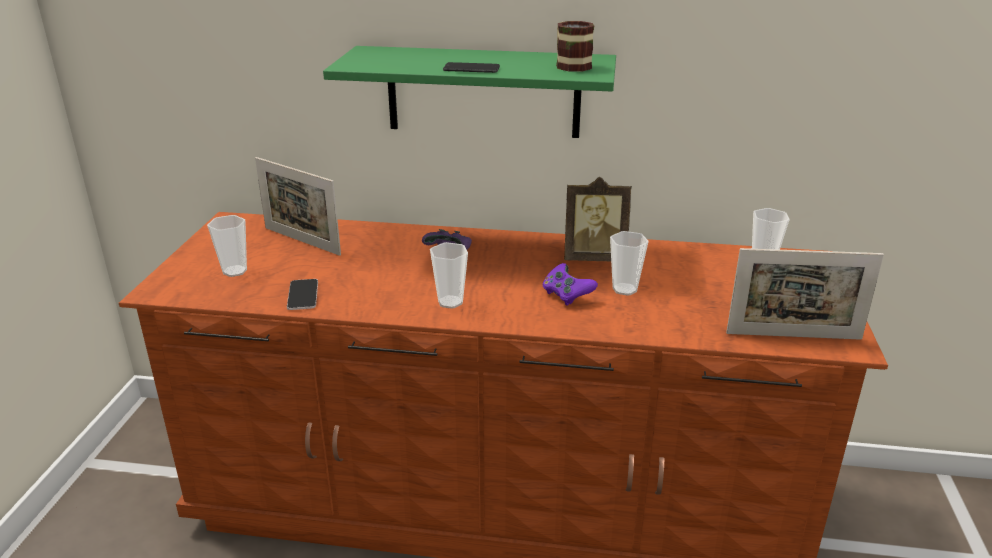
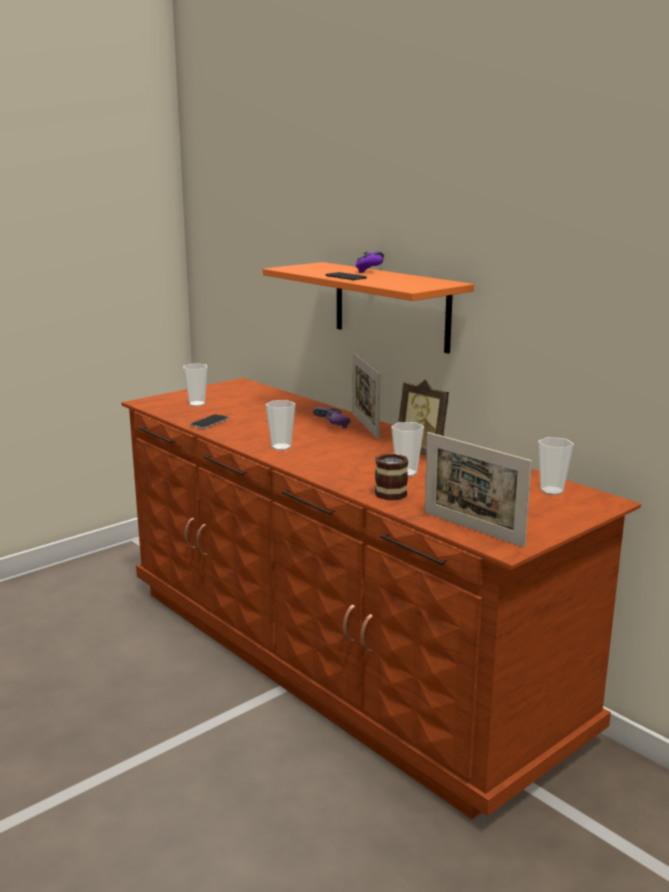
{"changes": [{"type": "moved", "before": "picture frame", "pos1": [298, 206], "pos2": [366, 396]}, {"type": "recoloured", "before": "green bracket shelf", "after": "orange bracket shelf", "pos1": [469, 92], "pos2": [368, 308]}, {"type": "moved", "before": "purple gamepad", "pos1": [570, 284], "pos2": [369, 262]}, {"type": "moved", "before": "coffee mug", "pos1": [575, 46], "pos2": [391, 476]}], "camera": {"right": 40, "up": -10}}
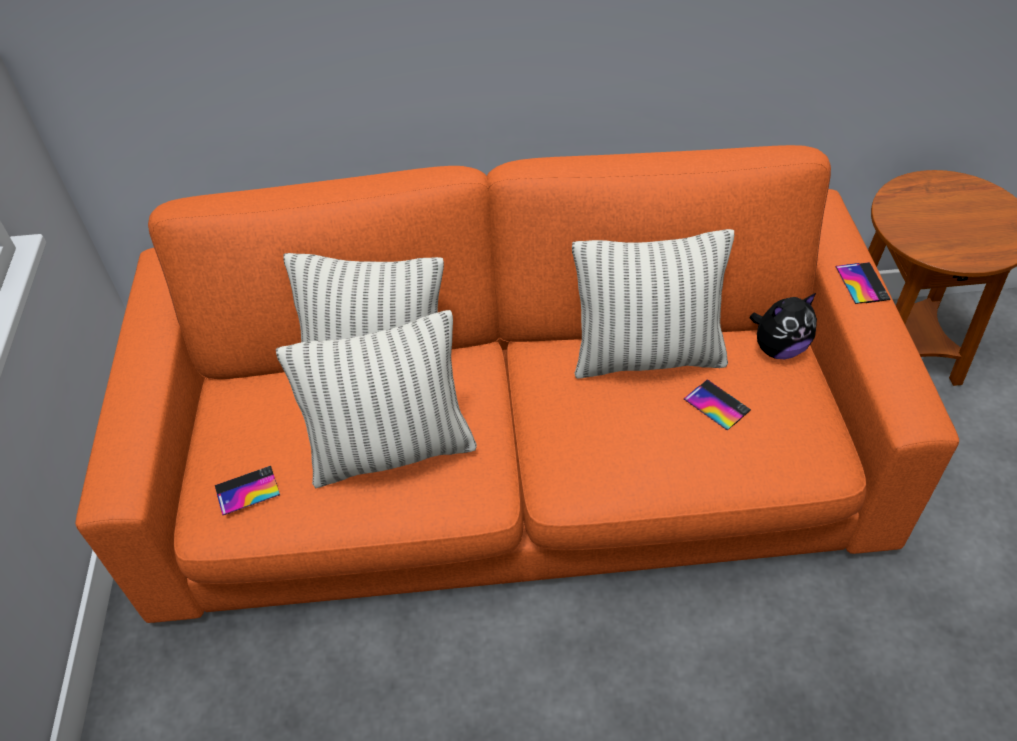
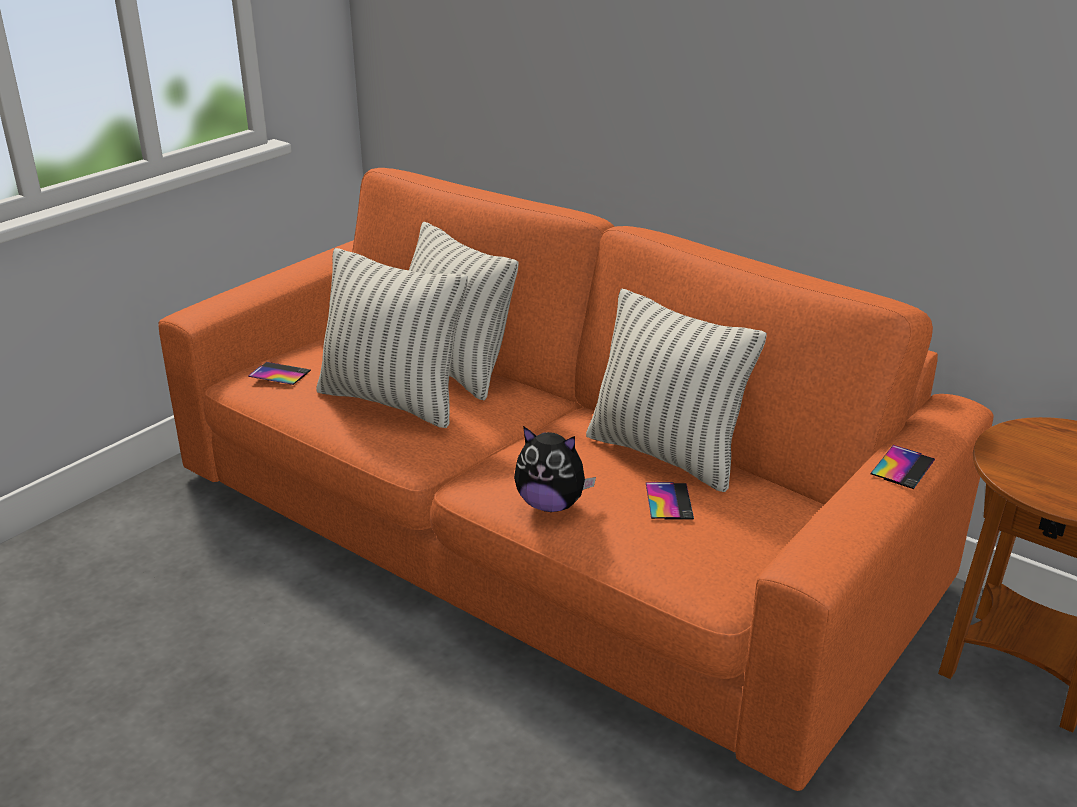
{"changes": [{"type": "moved", "before": "plush toy", "pos1": [783, 326], "pos2": [555, 469]}], "camera": {"right": 40, "up": -20}}
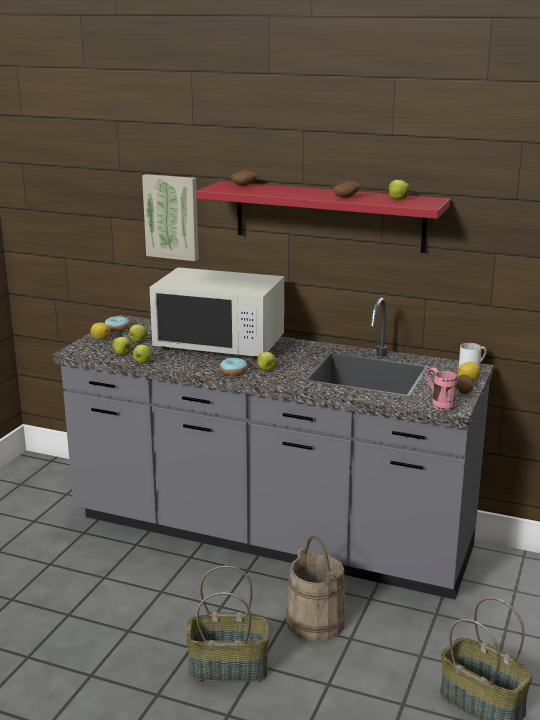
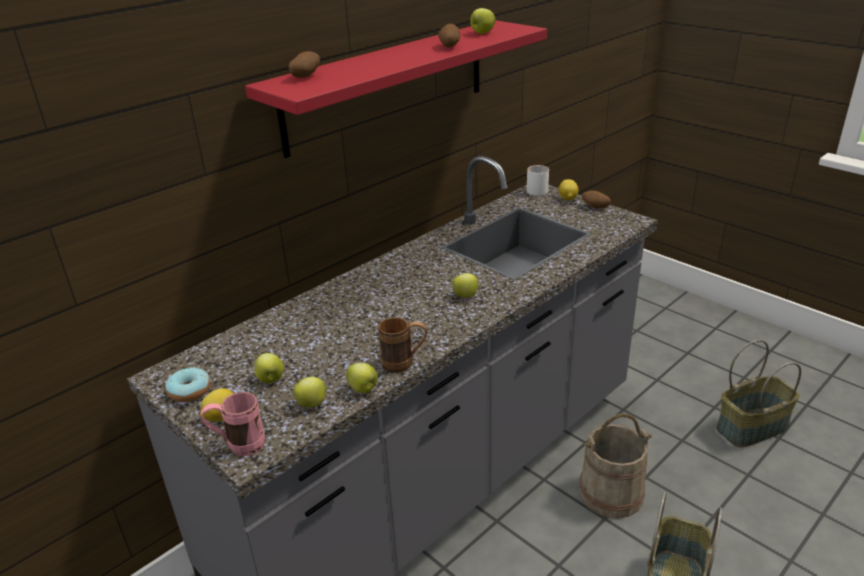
{"changes": [{"type": "removed", "before": "picture", "pos1": [170, 217]}, {"type": "removed", "before": "whitish microwave", "pos1": [216, 313]}, {"type": "removed", "before": "ring doughnut", "pos1": [234, 366]}, {"type": "moved", "before": "pinkish coffee mug", "pos1": [441, 389], "pos2": [233, 424]}, {"type": "added", "after": "brown coffee mug", "pos2": [402, 345]}], "camera": {"right": -65, "up": 10}}
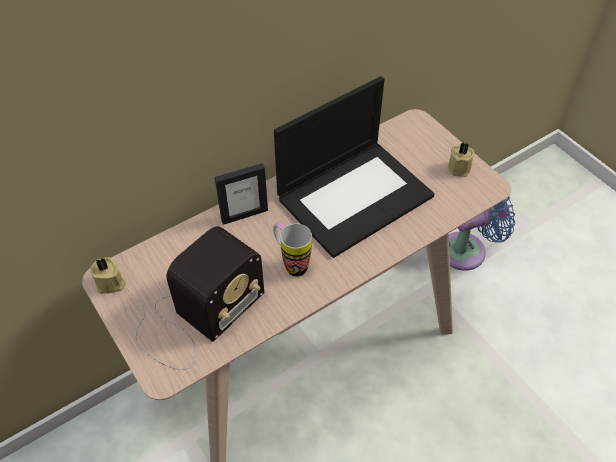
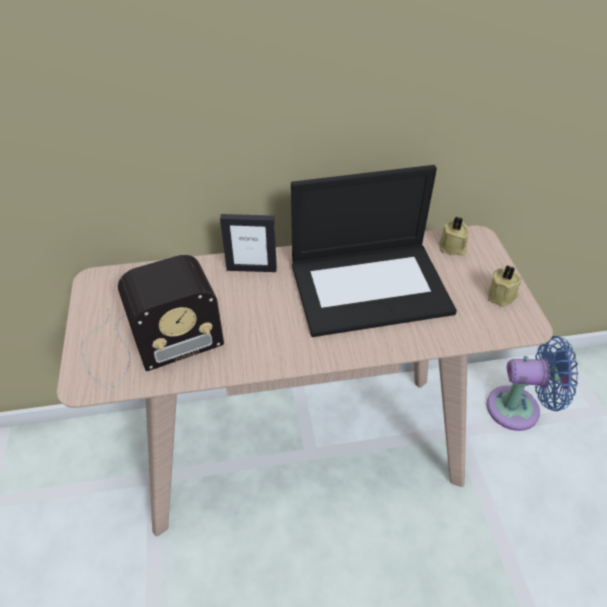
{"changes": [{"type": "moved", "before": "beige-coloured wax light", "pos1": [108, 275], "pos2": [454, 236]}, {"type": "removed", "before": "coffee mug", "pos1": [292, 250]}], "camera": {"right": 25, "up": -5}}
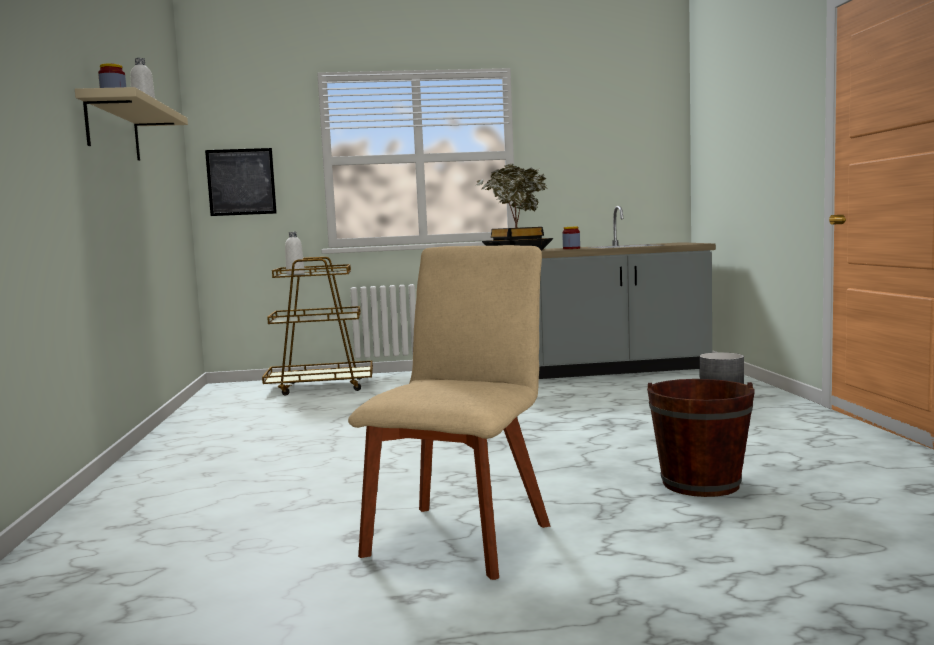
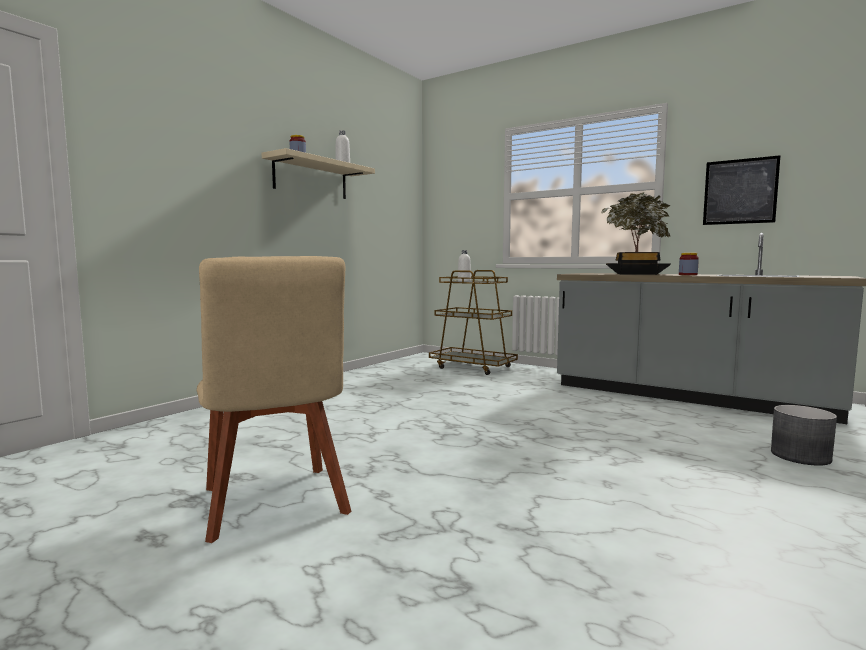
{"changes": [{"type": "moved", "before": "picture", "pos1": [241, 182], "pos2": [742, 190]}, {"type": "turned", "before": "beige-coloured upright chair", "pos1": [449, 412], "pos2": [274, 399], "turn": 90}, {"type": "removed", "before": "brown bucket", "pos1": [701, 438]}], "camera": {"right": 40, "up": 0}}
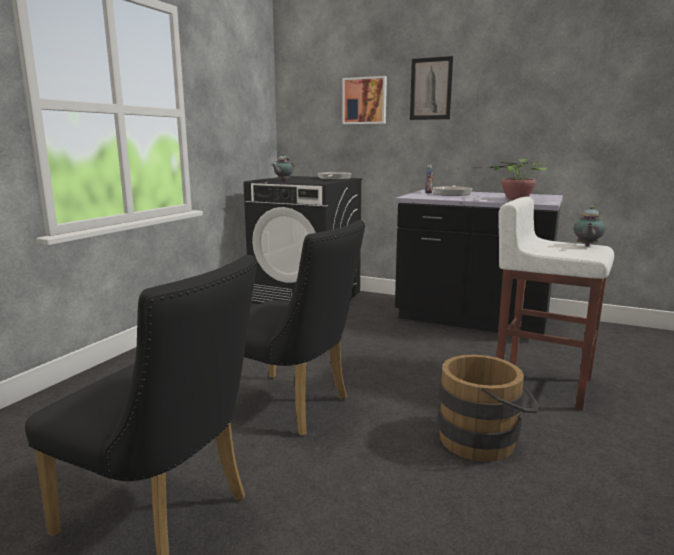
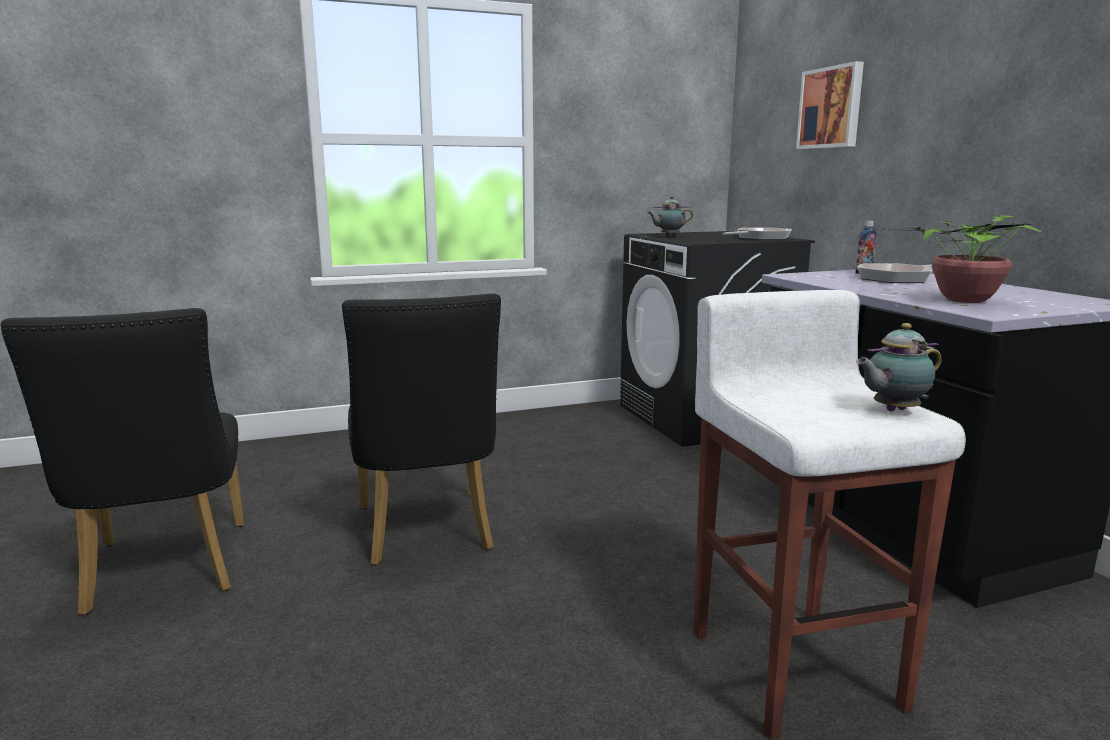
{"changes": [{"type": "removed", "before": "picture", "pos1": [431, 88]}, {"type": "removed", "before": "brown bucket", "pos1": [487, 408]}], "camera": {"right": 45, "up": 0}}
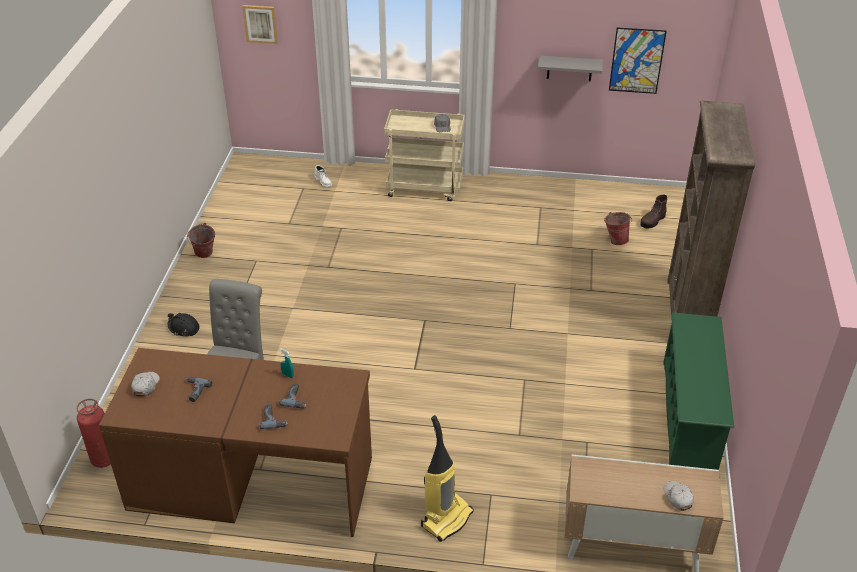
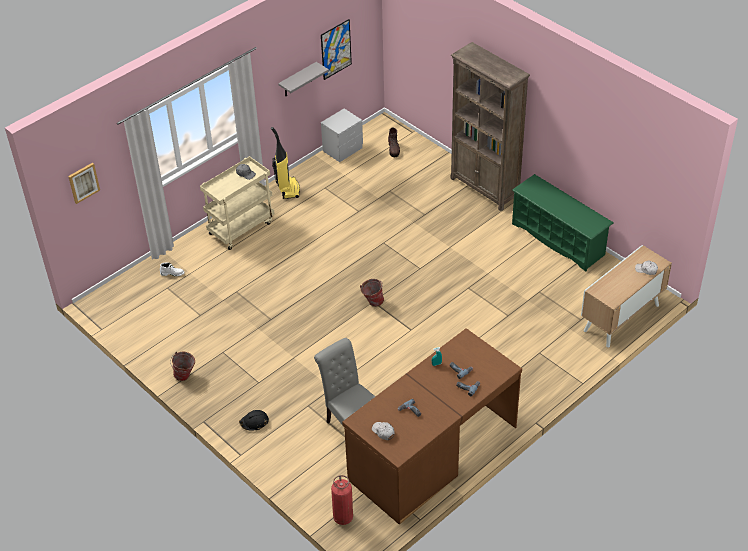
{"changes": [{"type": "moved", "before": "hoover", "pos1": [447, 478], "pos2": [285, 163]}, {"type": "moved", "before": "bucket", "pos1": [618, 228], "pos2": [372, 293]}, {"type": "added", "after": "grey night table", "pos2": [342, 135]}], "camera": {"right": -50, "up": 5}}
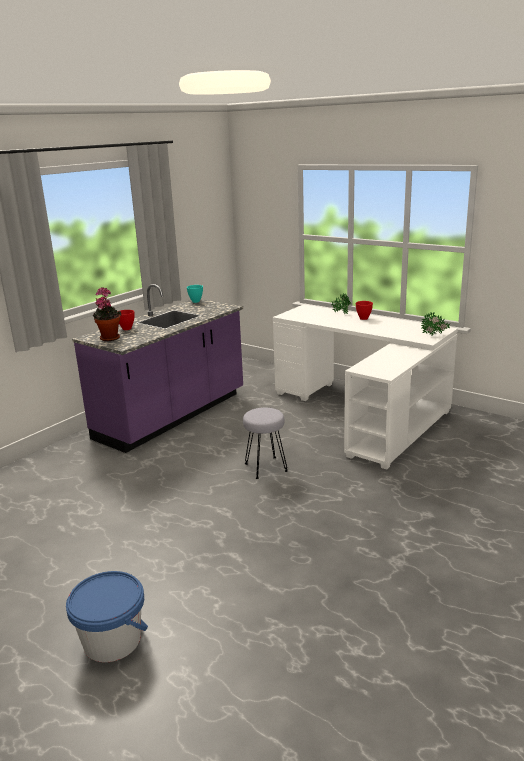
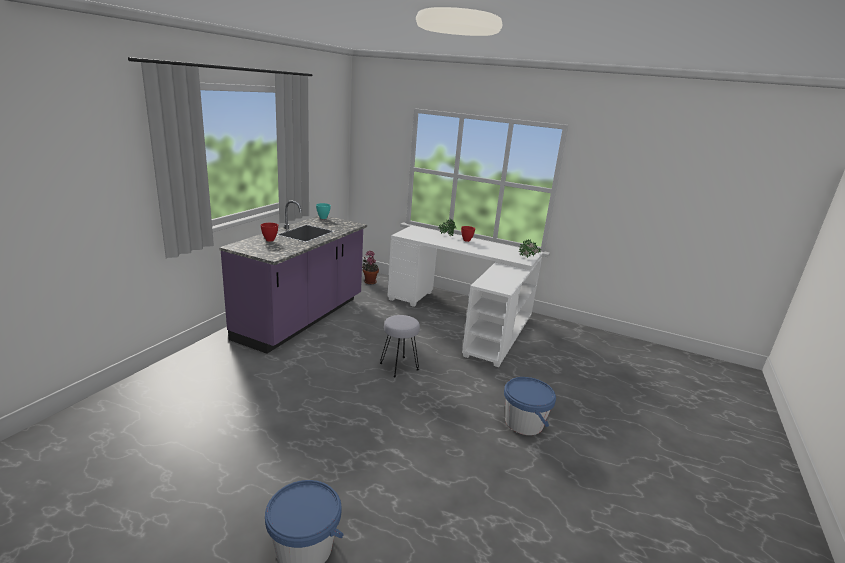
{"changes": [{"type": "moved", "before": "houseplant", "pos1": [107, 314], "pos2": [370, 268]}, {"type": "added", "after": "bluish bucket", "pos2": [530, 406]}], "camera": {"right": -15, "up": 0}}
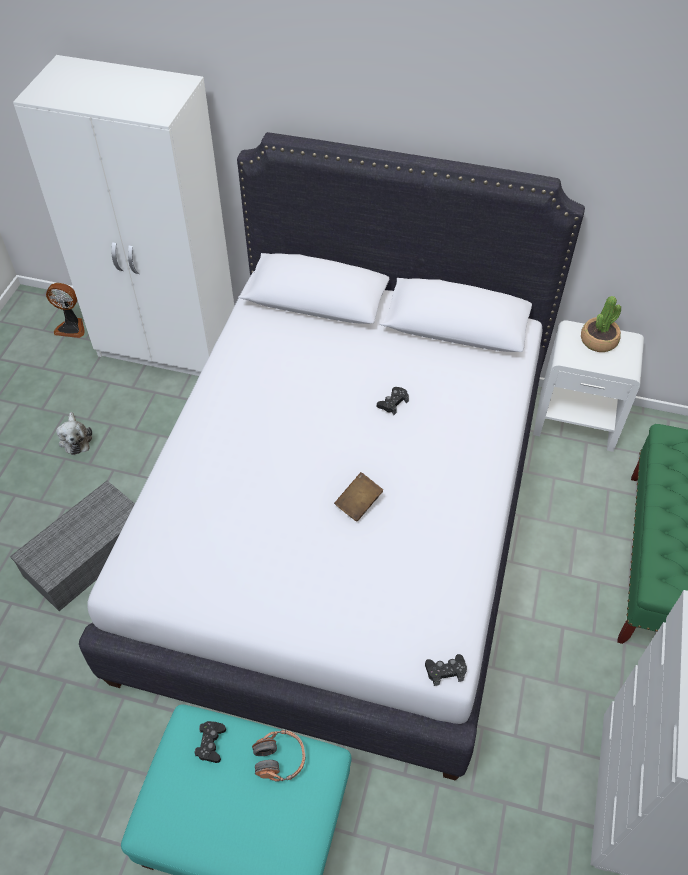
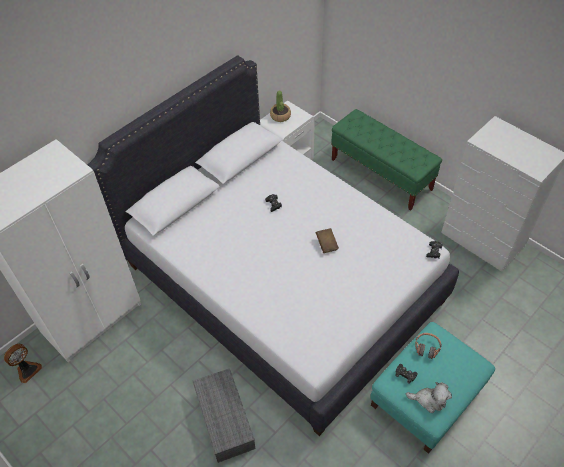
{"changes": [{"type": "moved", "before": "plush toy", "pos1": [74, 433], "pos2": [429, 397]}], "camera": {"right": -60, "up": 0}}
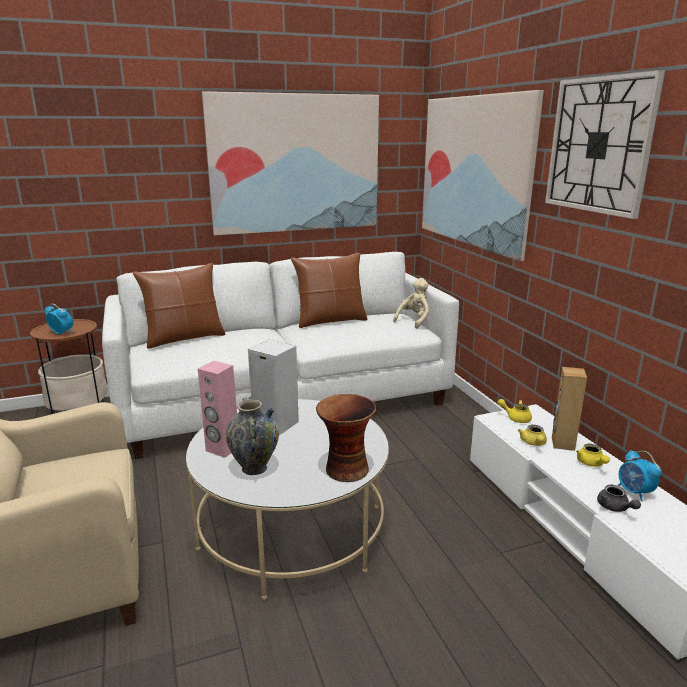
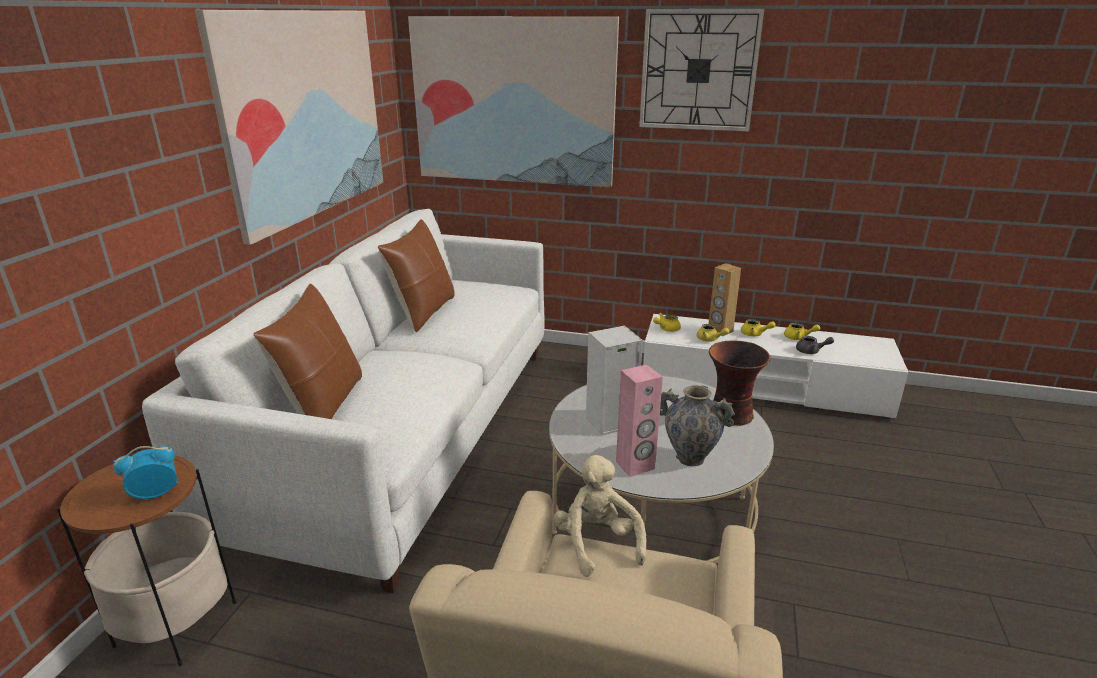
{"changes": [{"type": "moved", "before": "beige-coloured plush toy", "pos1": [411, 303], "pos2": [600, 516]}, {"type": "replaced", "before": "bedside clock", "after": "yellowish tea pot", "pos1": [640, 475], "pos2": [802, 331]}], "camera": {"right": -55, "up": 5}}
